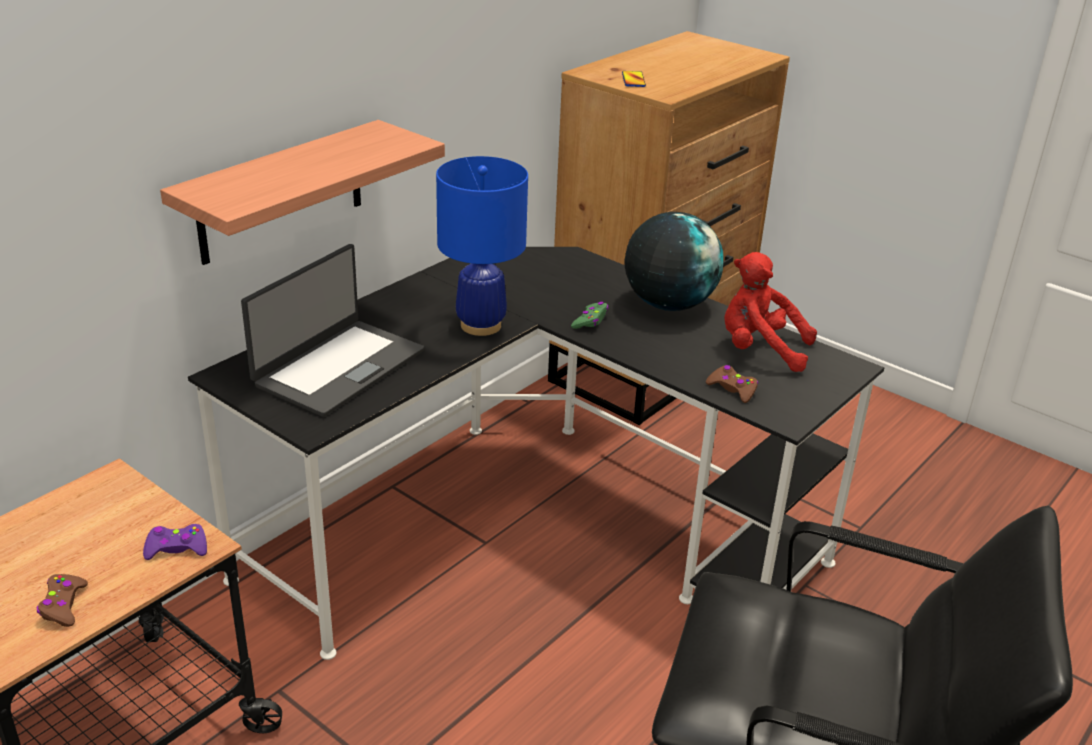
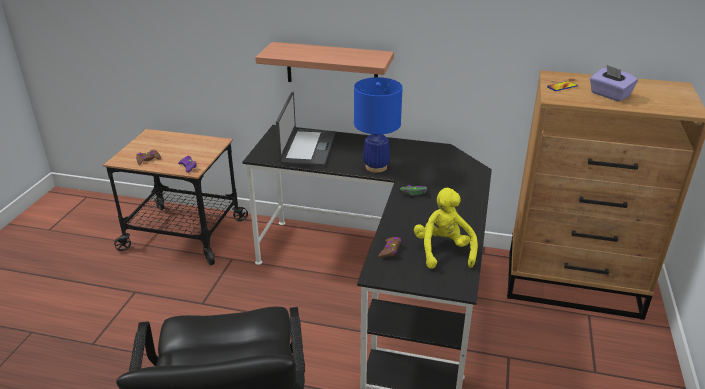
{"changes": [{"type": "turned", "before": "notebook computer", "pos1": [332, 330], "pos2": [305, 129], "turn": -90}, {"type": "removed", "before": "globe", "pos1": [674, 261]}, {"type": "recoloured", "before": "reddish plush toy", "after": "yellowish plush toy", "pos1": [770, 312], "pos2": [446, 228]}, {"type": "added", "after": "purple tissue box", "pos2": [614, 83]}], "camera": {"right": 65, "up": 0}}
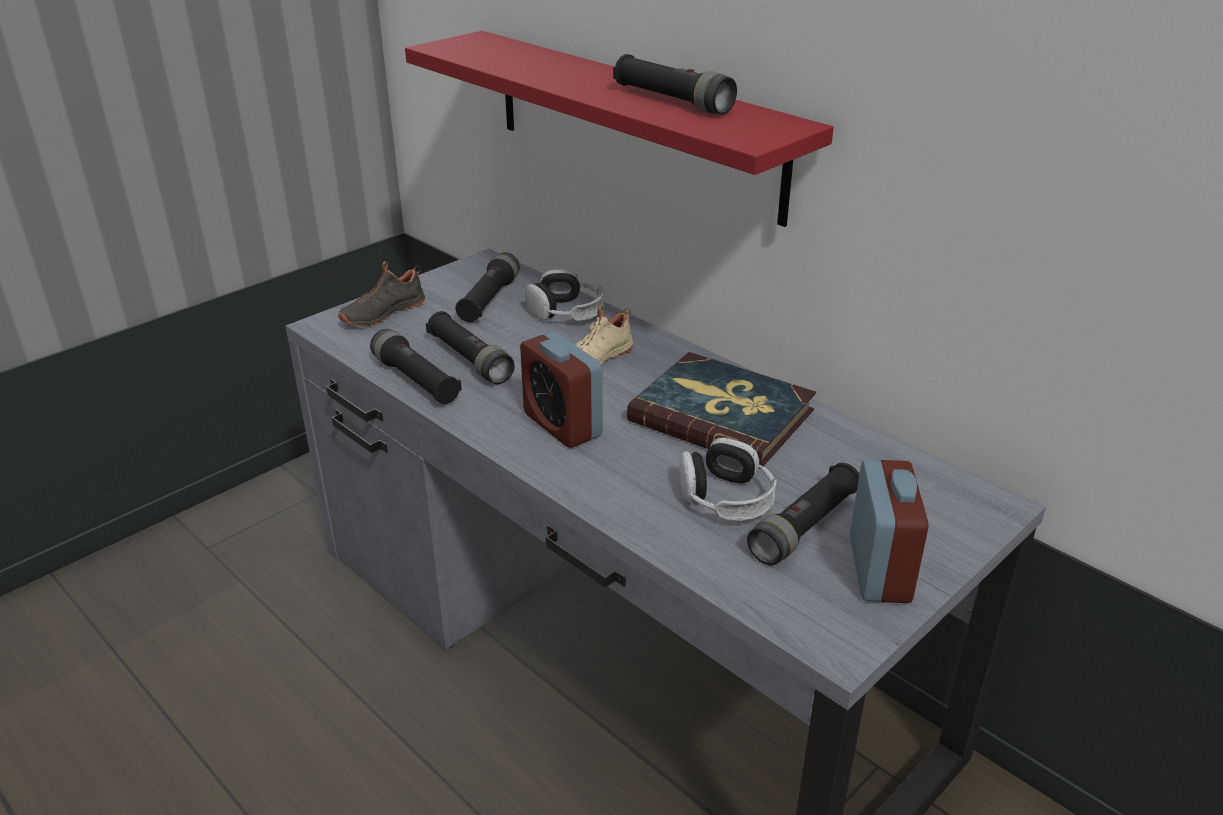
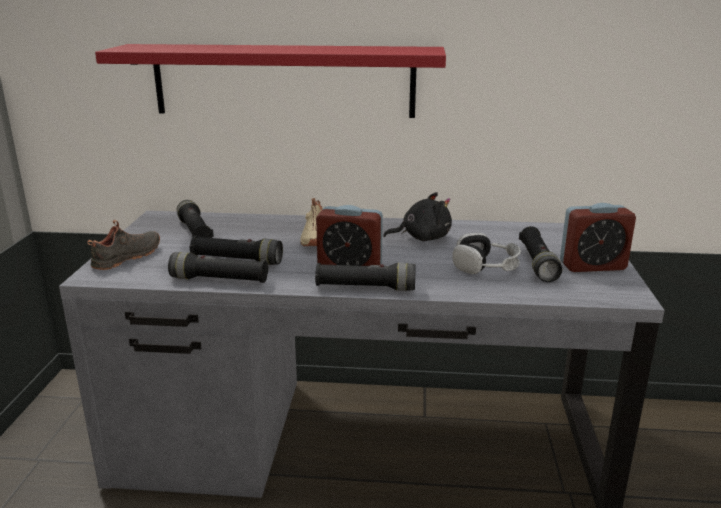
{"changes": [{"type": "turned", "before": "black-coloured item of footwear", "pos1": [381, 294], "pos2": [124, 245], "turn": -150}, {"type": "removed", "before": "pair of headphones", "pos1": [565, 295]}, {"type": "moved", "before": "black-coloured hand torch", "pos1": [675, 84], "pos2": [365, 277]}, {"type": "replaced", "before": "bound book", "after": "black-coloured plush toy", "pos1": [721, 409], "pos2": [417, 216]}, {"type": "turned", "before": "bedside clock", "pos1": [889, 531], "pos2": [598, 237], "turn": 120}], "camera": {"right": -40, "up": -10}}
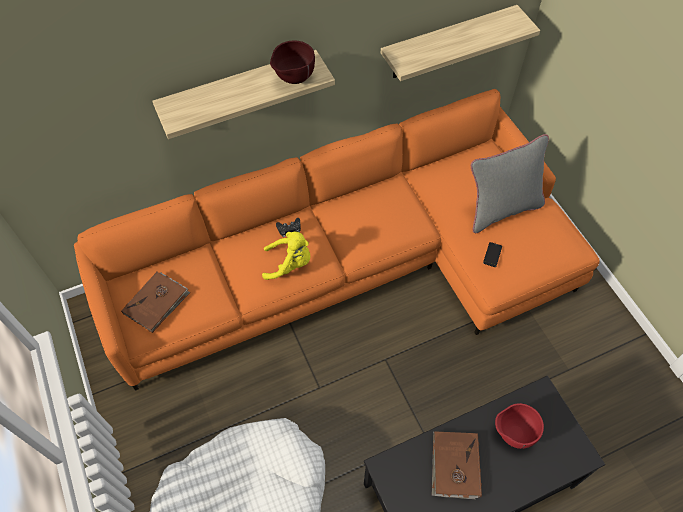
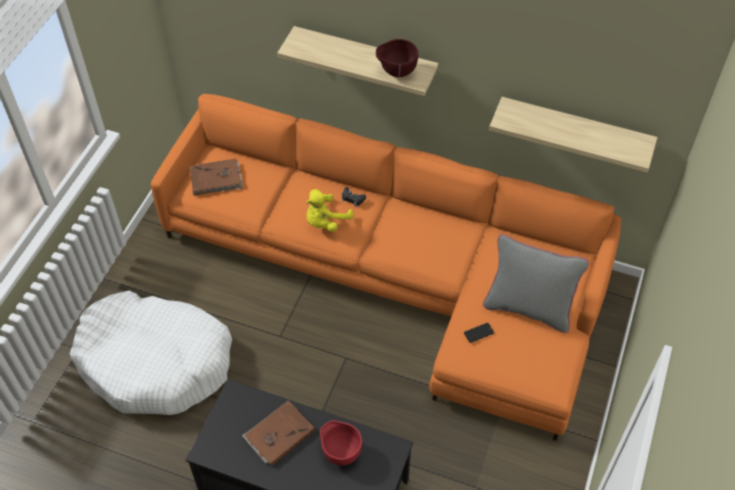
{"changes": [{"type": "turned", "before": "yellowish plush toy", "pos1": [286, 256], "pos2": [329, 210], "turn": 90}], "camera": {"right": 45, "up": -5}}
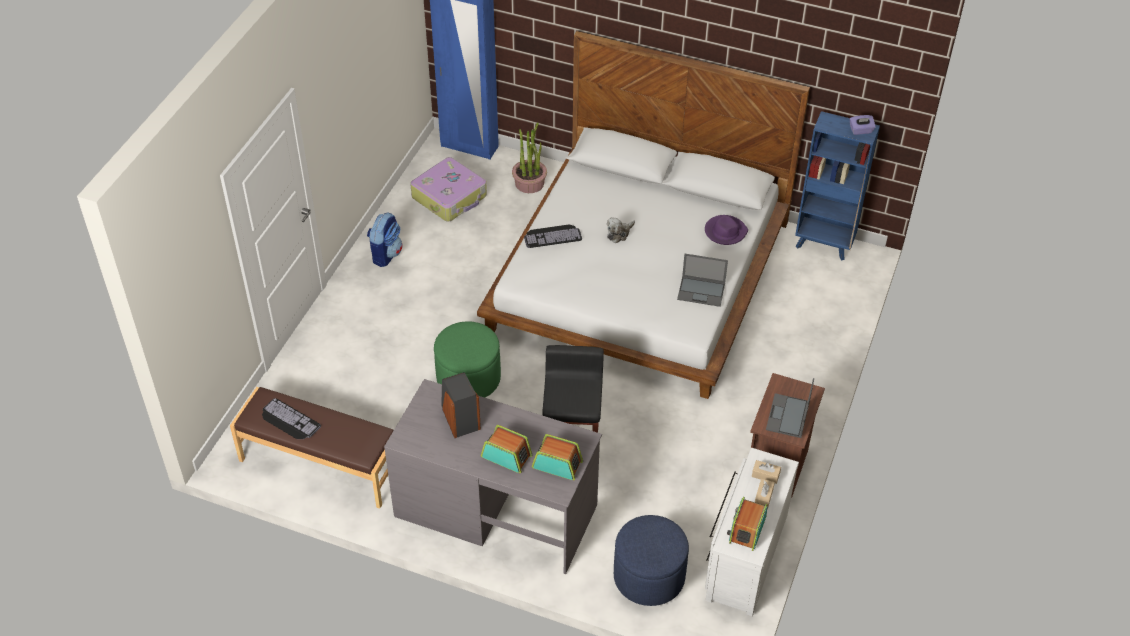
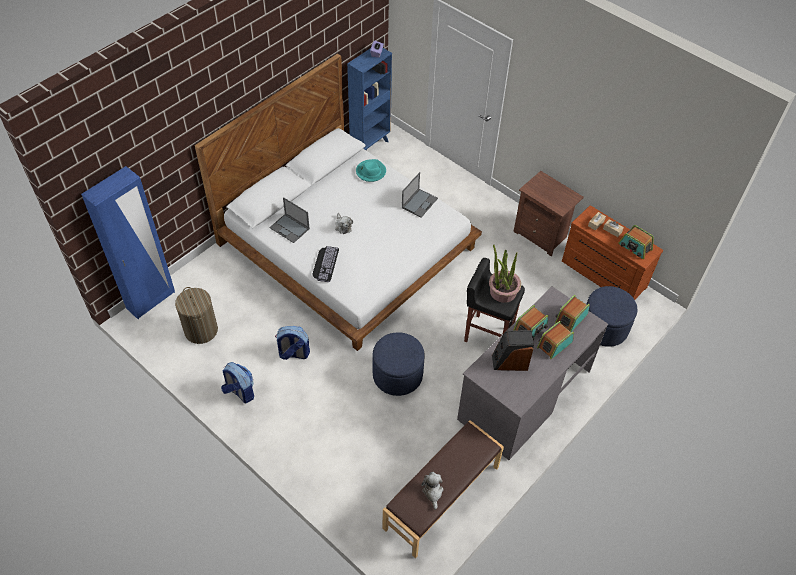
{"changes": [{"type": "replaced", "before": "computer keyboard", "after": "plush toy", "pos1": [291, 418], "pos2": [432, 491]}, {"type": "replaced", "before": "piece of luggage", "after": "hamper", "pos1": [448, 189], "pos2": [196, 315]}, {"type": "recoloured", "before": "green pouffe", "after": "bluish pouffe", "pos1": [467, 359], "pos2": [398, 364]}, {"type": "moved", "before": "houseplant", "pos1": [529, 157], "pos2": [505, 273]}, {"type": "recoloured", "before": "purple hat", "after": "turquoise hat", "pos1": [726, 230], "pos2": [371, 170]}, {"type": "recoloured", "before": "whitish drawer chest", "after": "brown drawer chest", "pos1": [752, 532], "pos2": [612, 252]}, {"type": "moved", "before": "notebook computer", "pos1": [790, 408], "pos2": [289, 220]}, {"type": "added", "after": "knapsack", "pos2": [292, 343]}, {"type": "added", "after": "radio", "pos2": [530, 322]}], "camera": {"right": -70, "up": 5}}
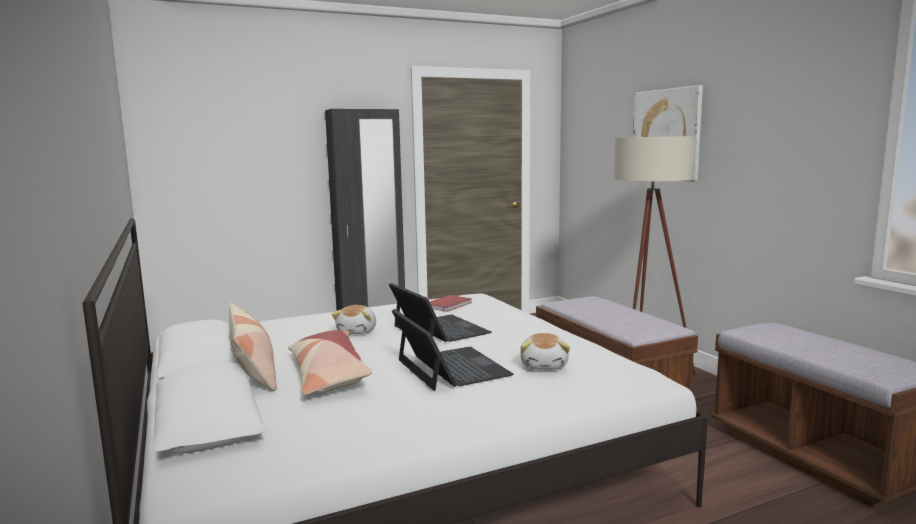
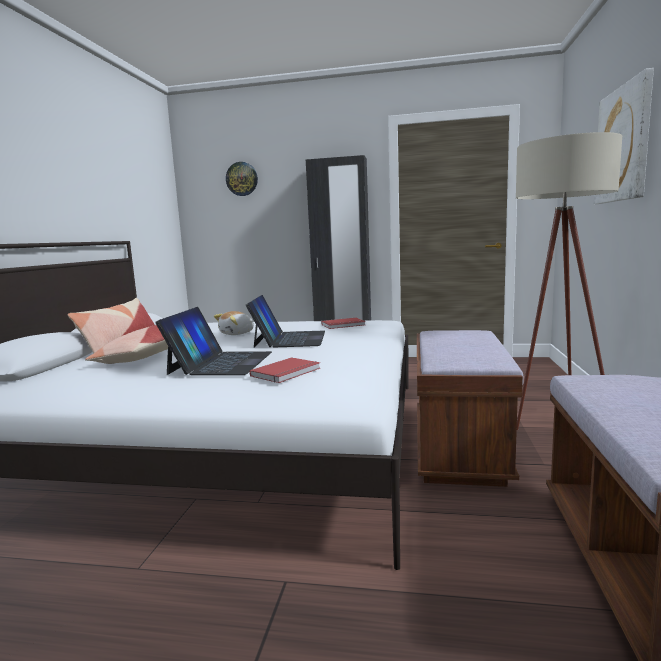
{"changes": [{"type": "replaced", "before": "plush toy", "after": "reddish bound book", "pos1": [545, 351], "pos2": [284, 370]}, {"type": "added", "after": "clock on the wall", "pos2": [242, 179]}], "camera": {"right": 35, "up": 0}}
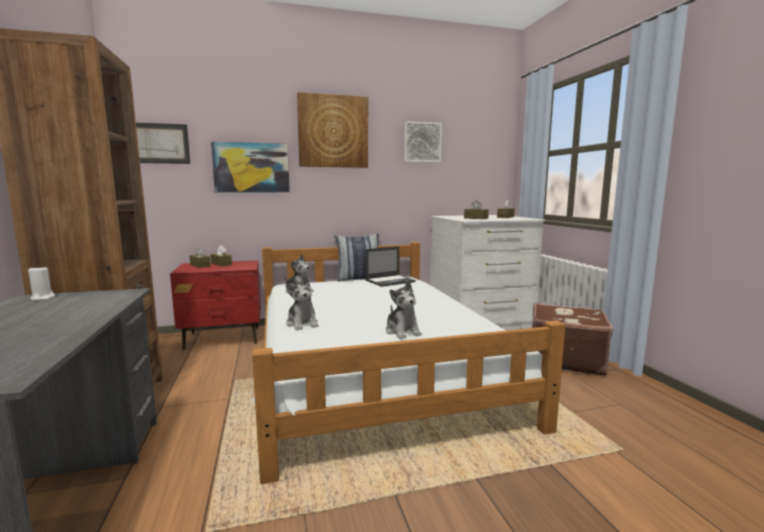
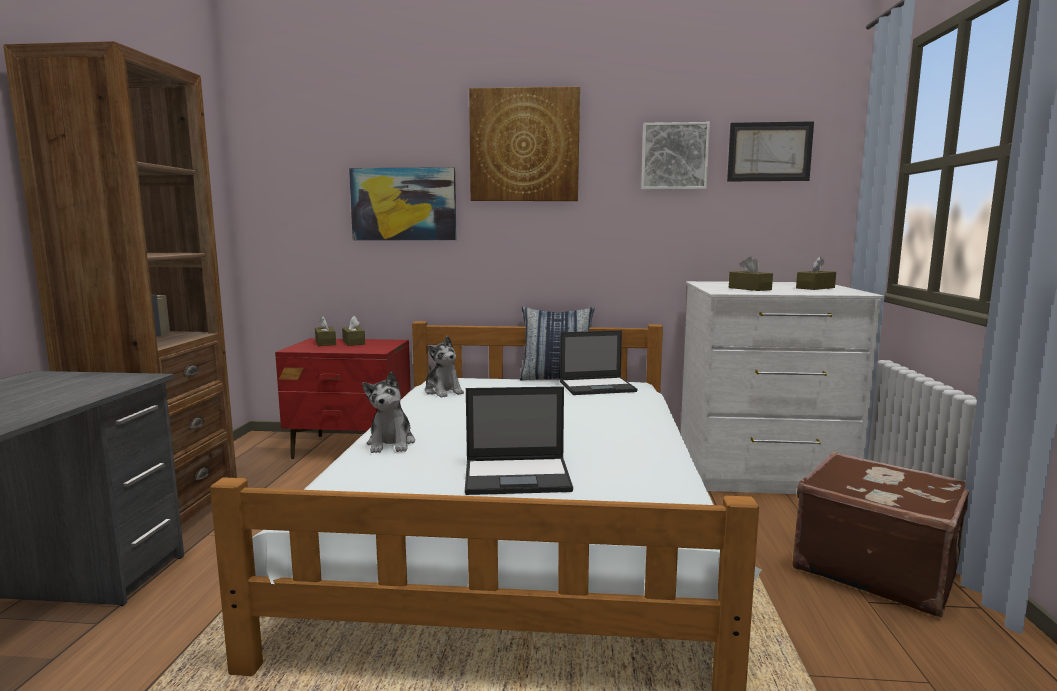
{"changes": [{"type": "removed", "before": "whitish wax light", "pos1": [41, 283]}, {"type": "moved", "before": "picture", "pos1": [163, 143], "pos2": [770, 151]}, {"type": "replaced", "before": "plush toy", "after": "notebook computer", "pos1": [404, 310], "pos2": [519, 440]}], "camera": {"right": 20, "up": 0}}
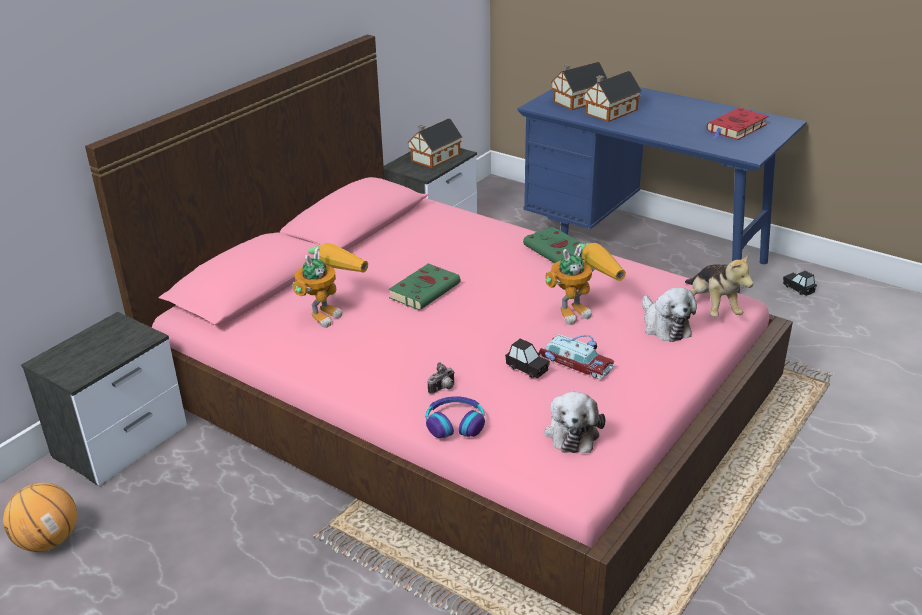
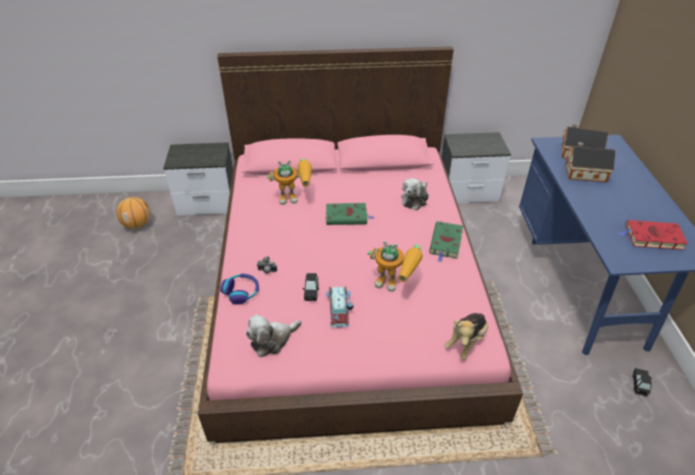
{"changes": [{"type": "removed", "before": "toy house", "pos1": [434, 143]}, {"type": "moved", "before": "plush toy", "pos1": [669, 314], "pos2": [415, 194]}], "camera": {"right": 50, "up": 10}}
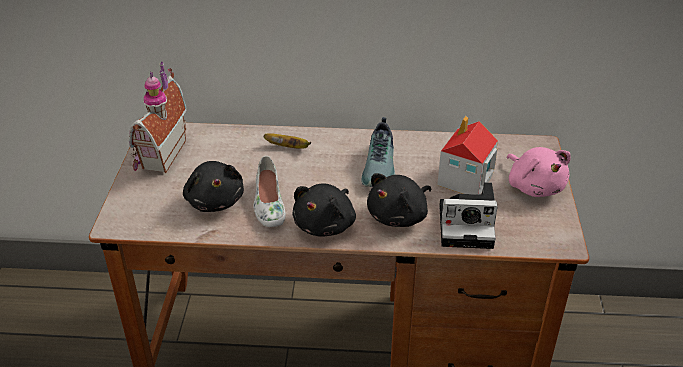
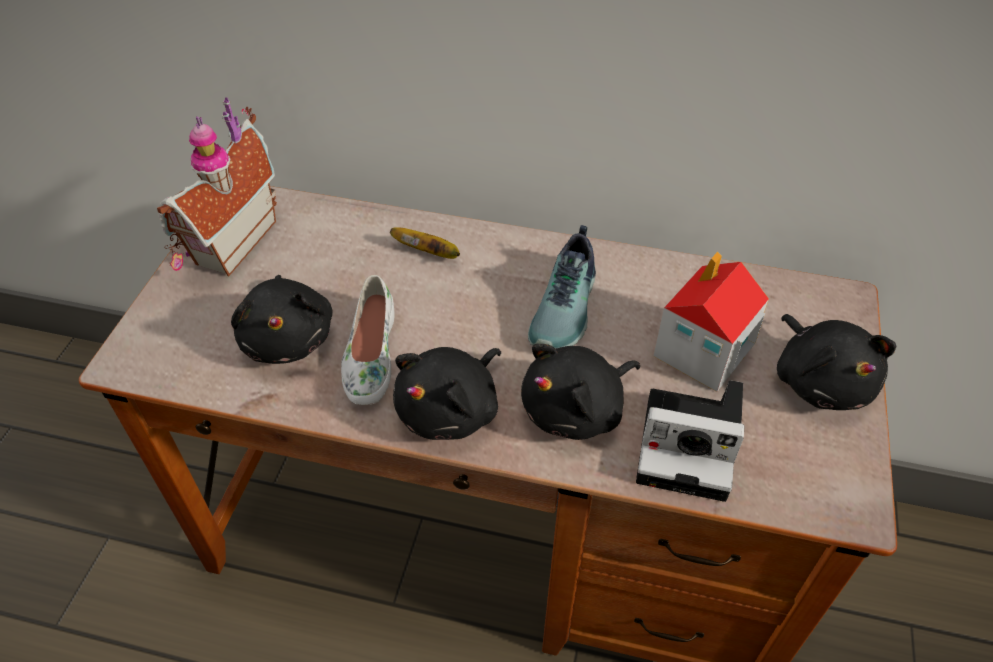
{"changes": [{"type": "recoloured", "before": "pinkish plush toy", "after": "black-coloured plush toy", "pos1": [538, 172], "pos2": [836, 362]}], "camera": {"right": 10, "up": 10}}
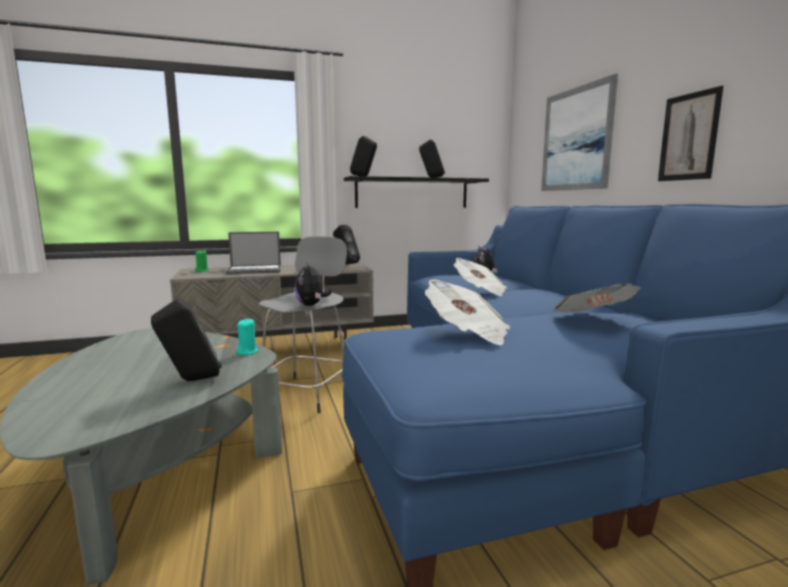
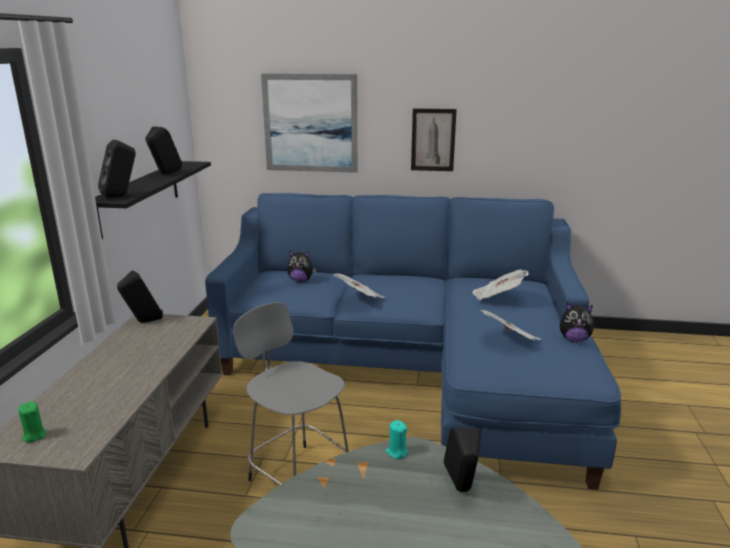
{"changes": [{"type": "removed", "before": "notebook computer", "pos1": [253, 253]}, {"type": "moved", "before": "plush toy", "pos1": [313, 284], "pos2": [577, 322]}], "camera": {"right": -65, "up": 10}}
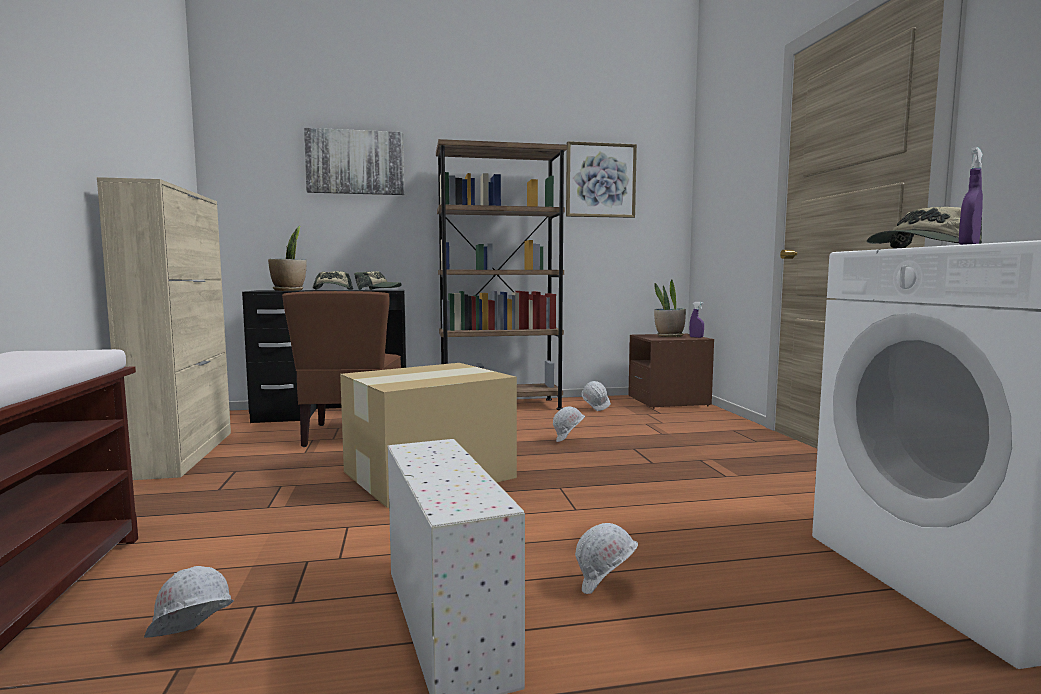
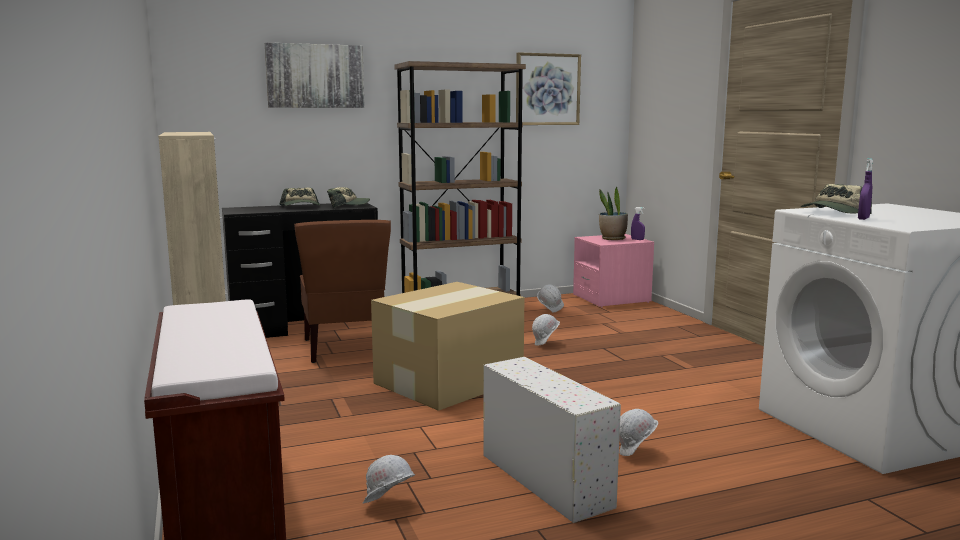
{"changes": [{"type": "removed", "before": "houseplant", "pos1": [287, 258]}, {"type": "recoloured", "before": "brown night table", "after": "pinkish night table", "pos1": [671, 371], "pos2": [613, 271]}], "camera": {"right": -10, "up": 5}}
